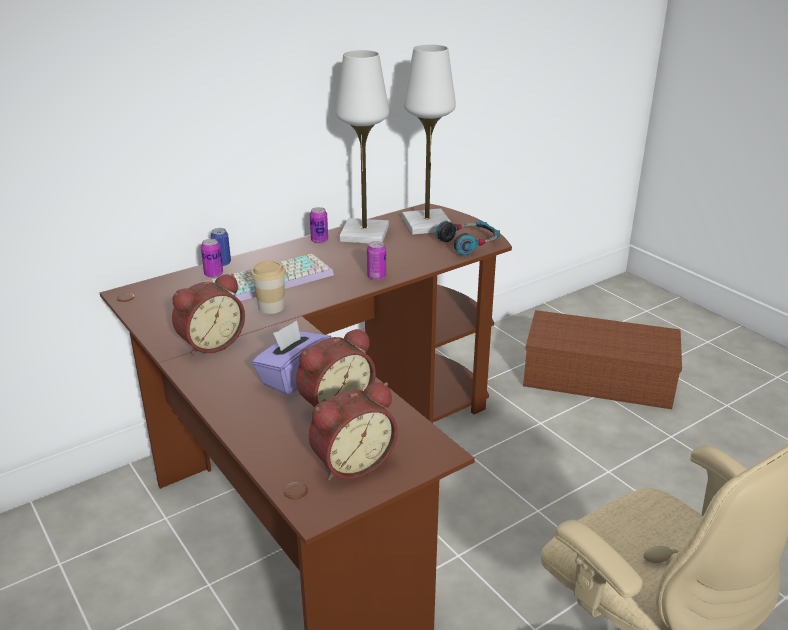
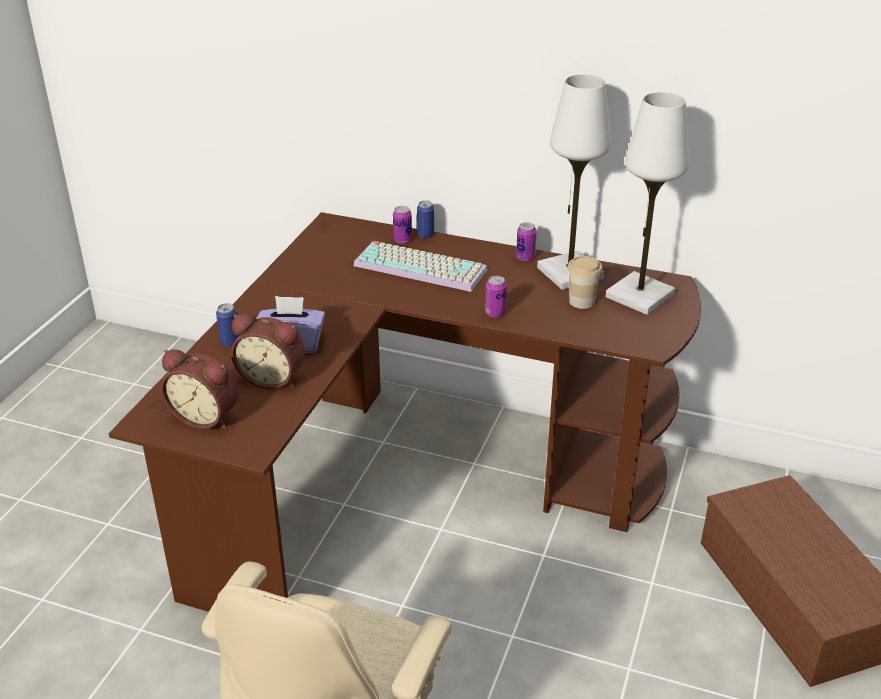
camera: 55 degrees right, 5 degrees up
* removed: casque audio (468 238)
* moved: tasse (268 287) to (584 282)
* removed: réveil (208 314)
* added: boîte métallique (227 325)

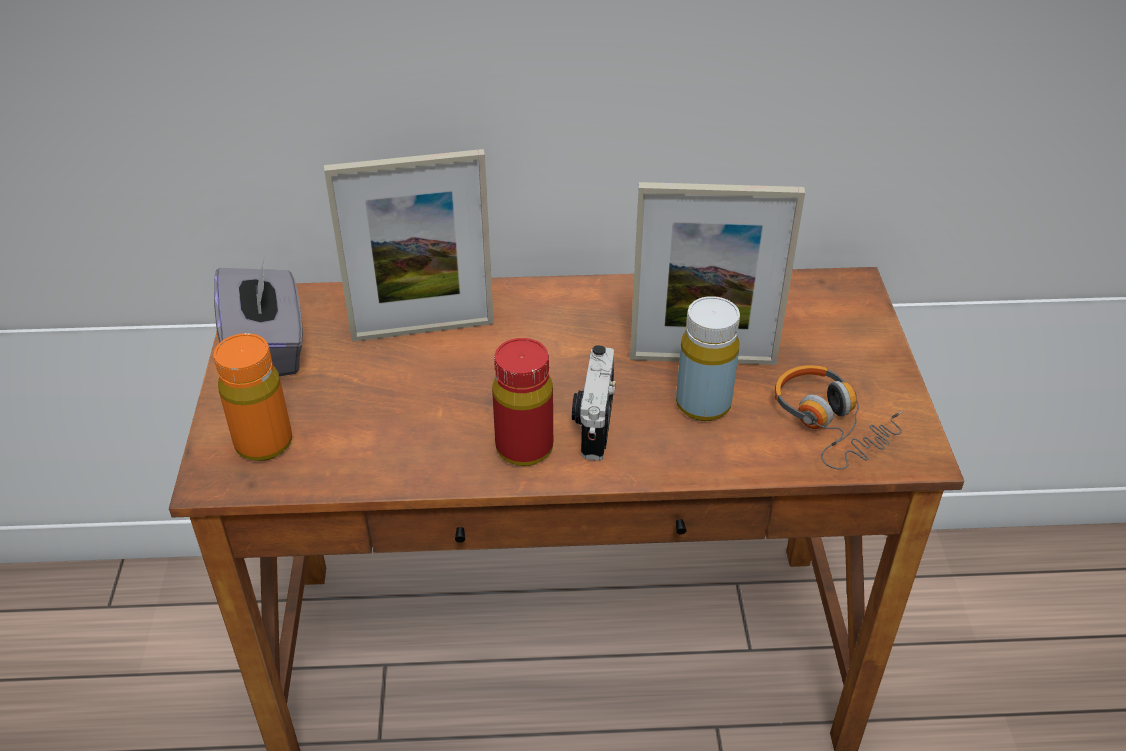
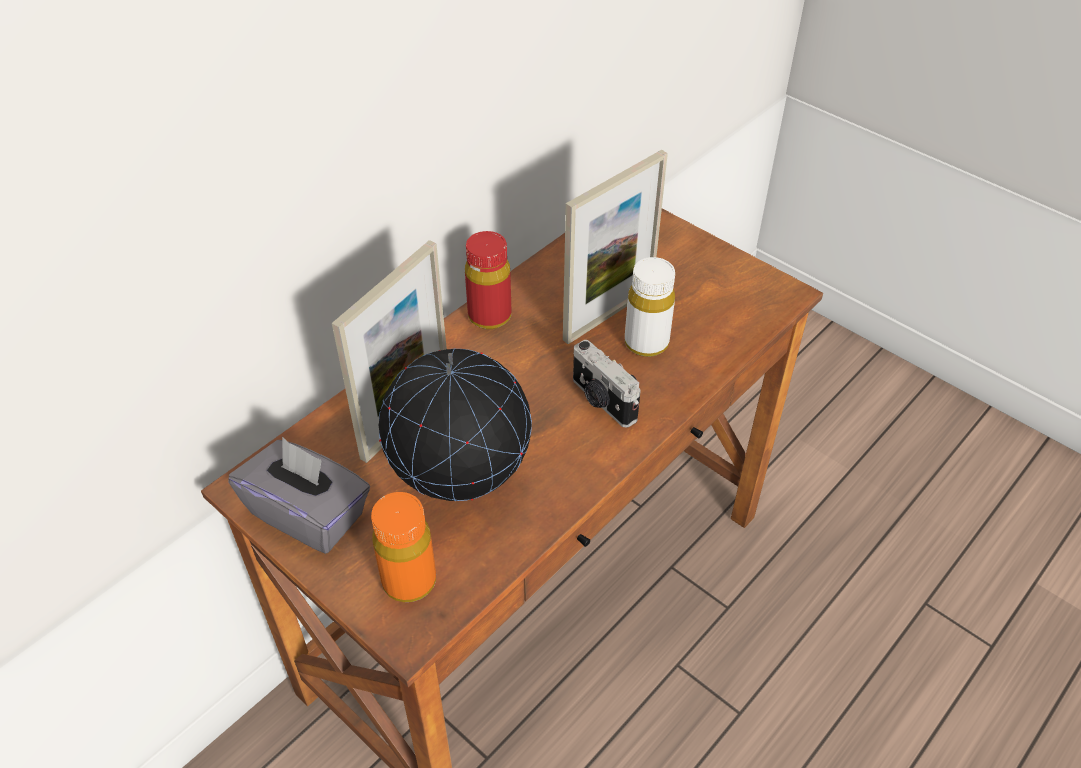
camera: 45 degrees left, 5 degrees up
* recoloured: bouteille [jaune] (708 358) to bouteille [blanc] (650 307)
* moved: bouteille [rouge] (522 402) to (488 280)
* removed: casque audio (838 417)
* added: globe (455 425)

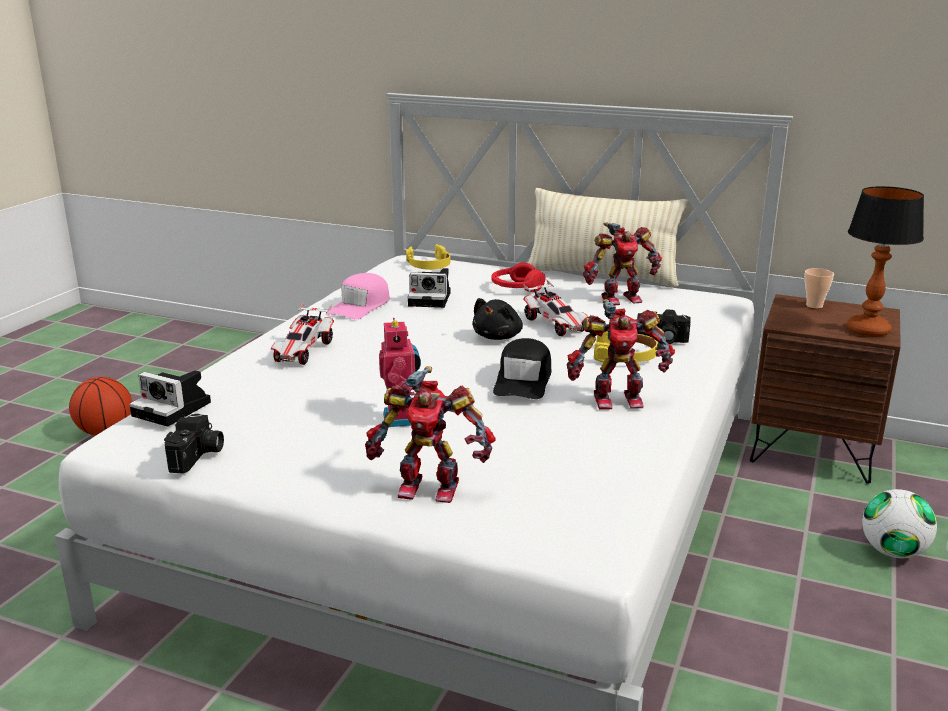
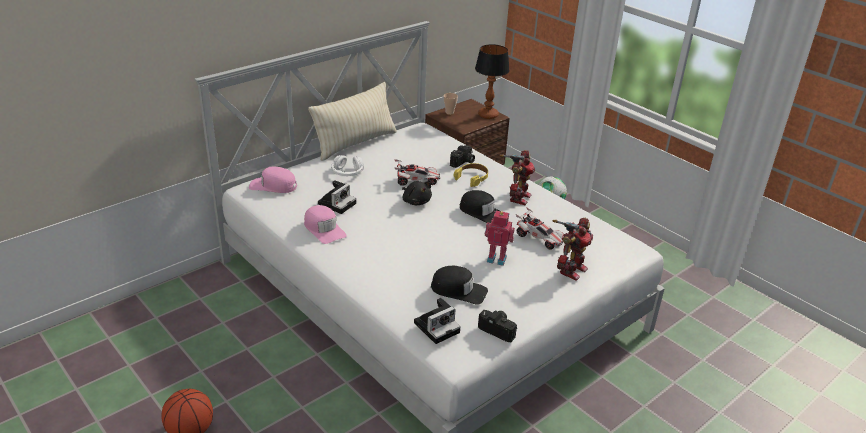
camera: 65 degrees left, 10 degrees up
* removed: robot jouet (622 263)
* replaced: casque audio [jaune] (428 257) to casquette [rose] (273 180)
* recoloured: casque audio [rouge] (518 277) to casque audio [blanc] (347 165)
* moved: petite voiture (302 333) to (540 228)
* added: casquette [noir] (459 285)

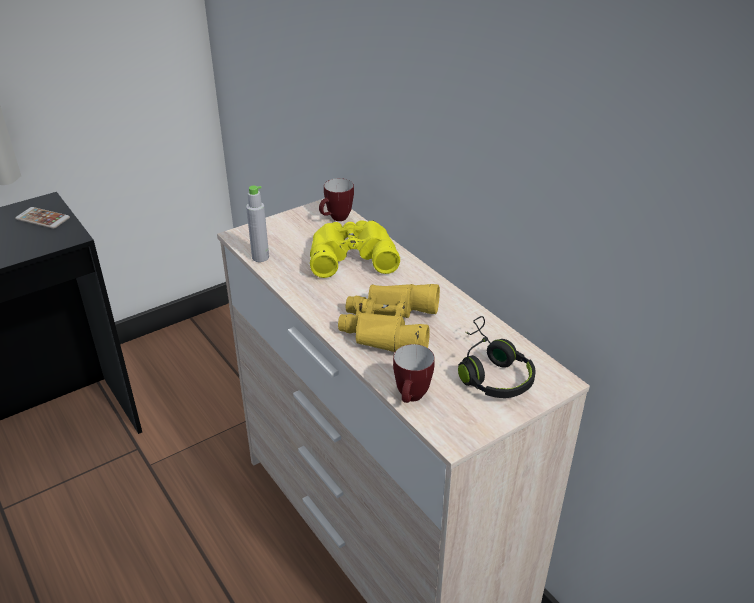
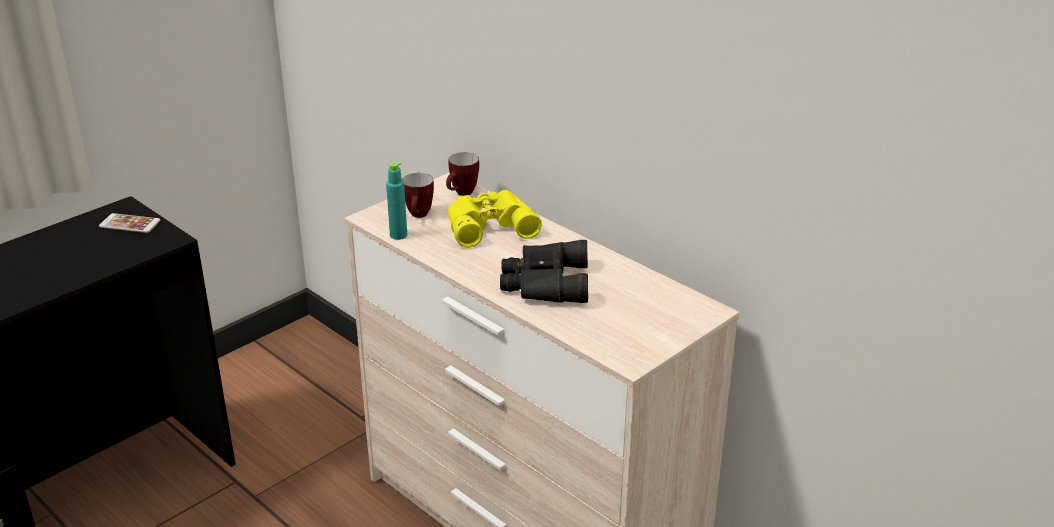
camera: 10 degrees left, 5 degrees down
* recoloured: bouteille [gris] (257 224) to bouteille [turquoise] (396 201)
* recoloured: jumelles [jaune] (389 318) to jumelles [noir] (544 271)
* removed: casque audio [noir] (497 357)
* moved: mug (414 373) to (418 195)

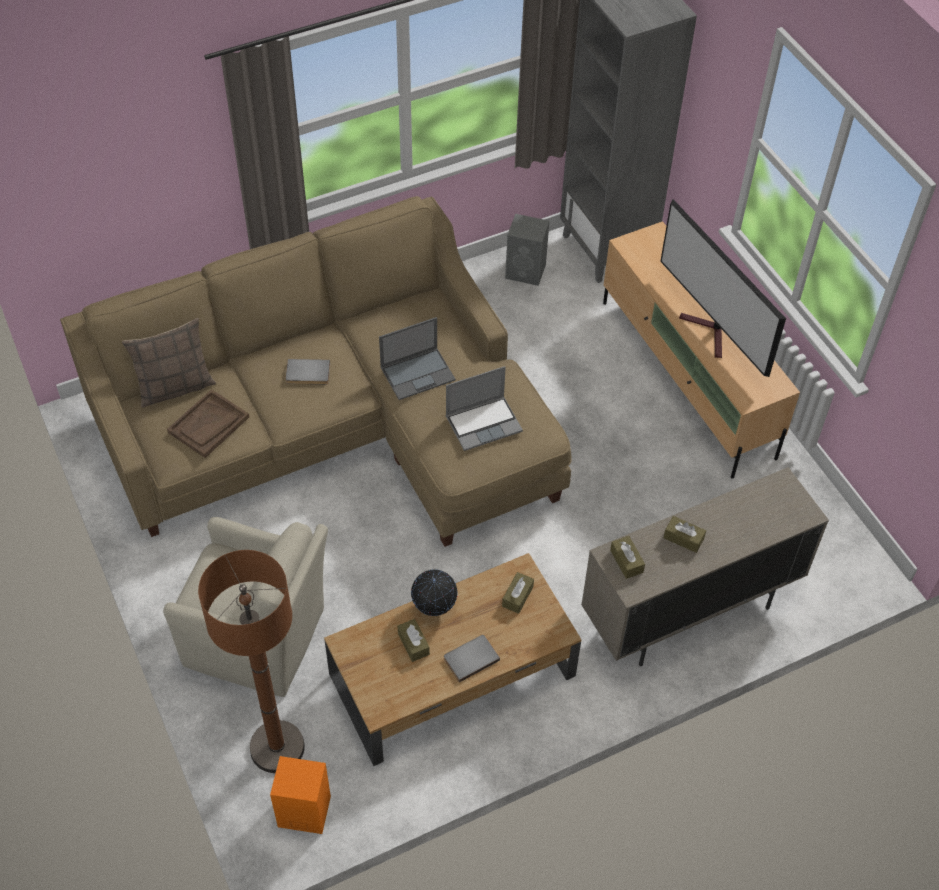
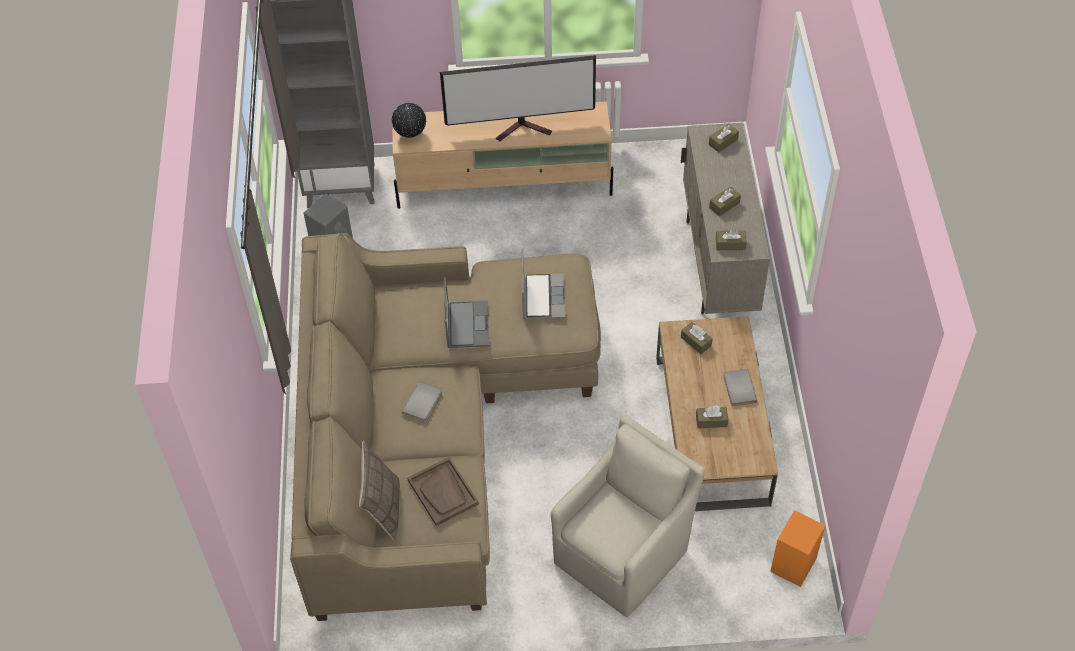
camera: 65 degrees left, 0 degrees up
* removed: lampadaire [marron] (251 661)
* moved: globe (434 592) to (409 120)
* added: boîte à mouchoirs [marron] (724 138)

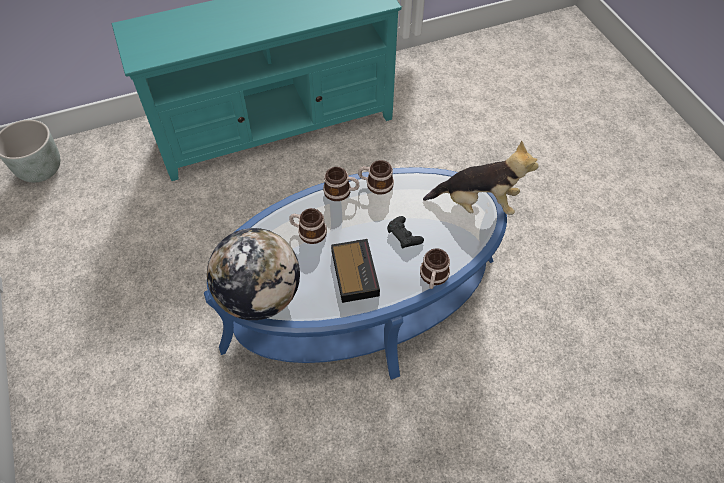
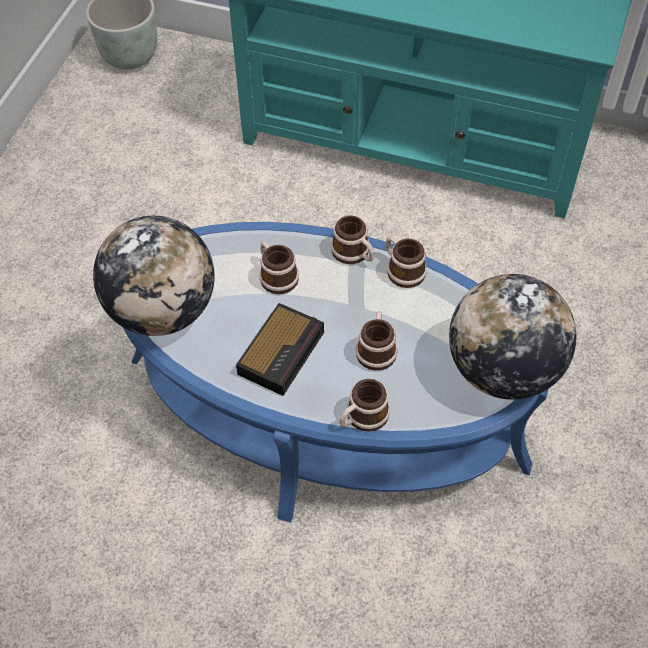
camera: 40 degrees right, 0 degrees up
* replaced: peluche (480 178) to globe (512 337)
* replaced: manette [noir] (405 232) to mug (377 341)

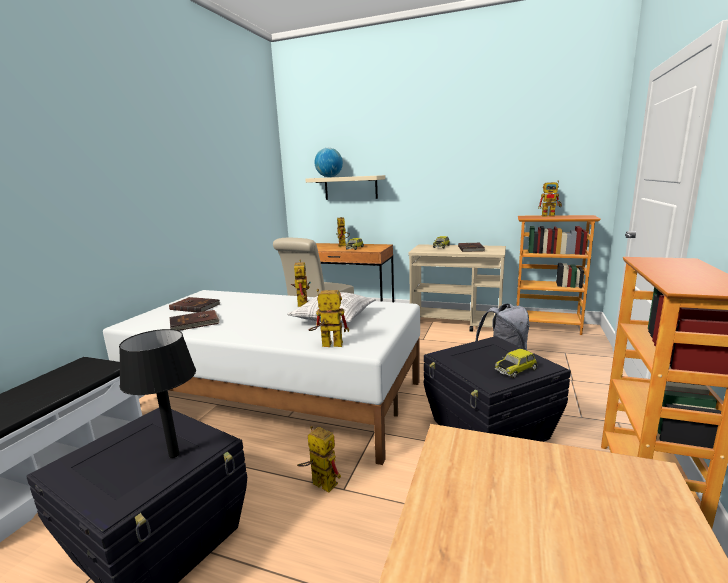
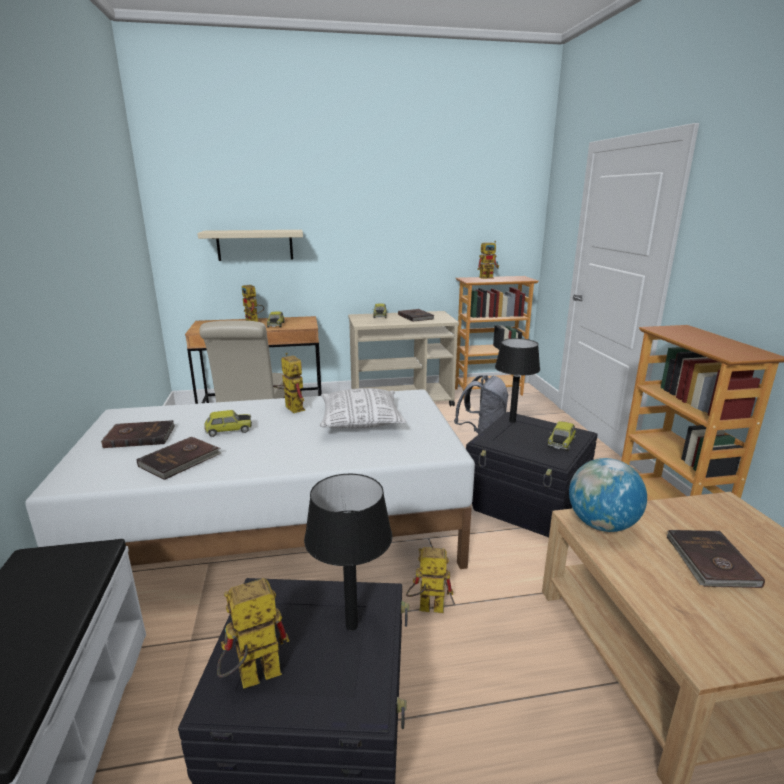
camera: 30 degrees left, 5 degrees up
* moved: globe (329 162) to (608 495)
* moved: robot jouet (329 318) to (253 633)
* added: lampe de table [noir] (517 380)
* added: petite voiture (228 423)
* added: livre [marron] (715 559)

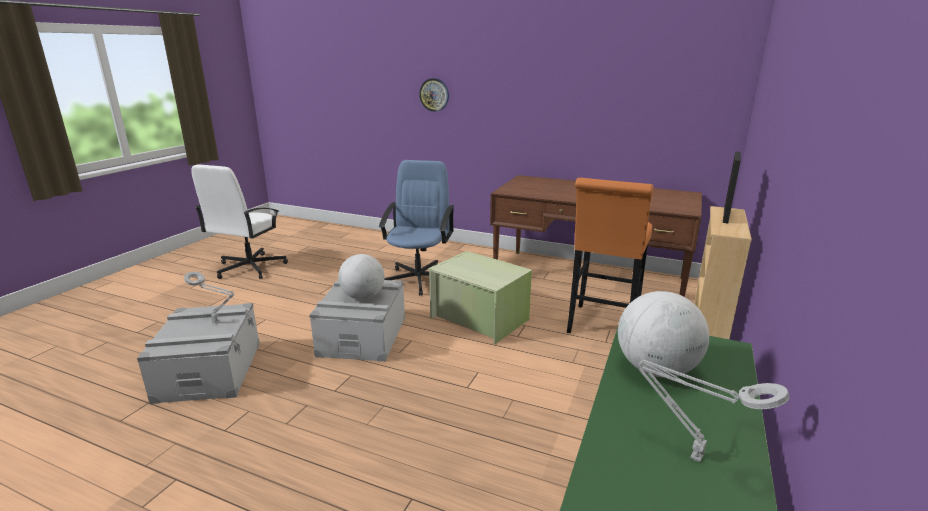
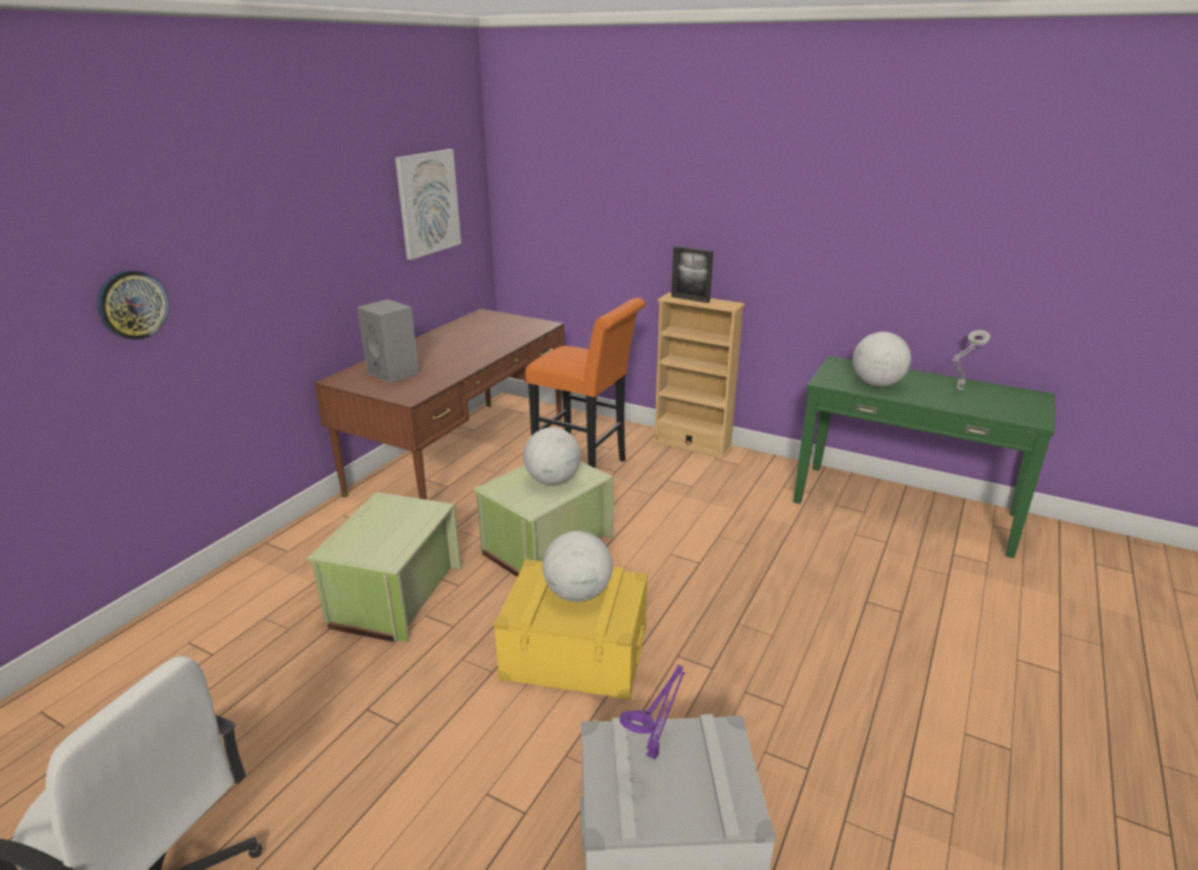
camera: 85 degrees left, 5 degrees up
* replaced: chaise de bureau [bleu] (416 228) to boîte de rangement [vert] (384 567)
* recoloured: lampe de table [gris] (209 297) to lampe de table [violet] (652 712)
* recoloured: boîte de rangement [gris] (357 321) to boîte de rangement [jaune] (571 629)
* added: tableau (428 204)
* added: enceinte [gris] (388 341)
* added: globe (552 456)

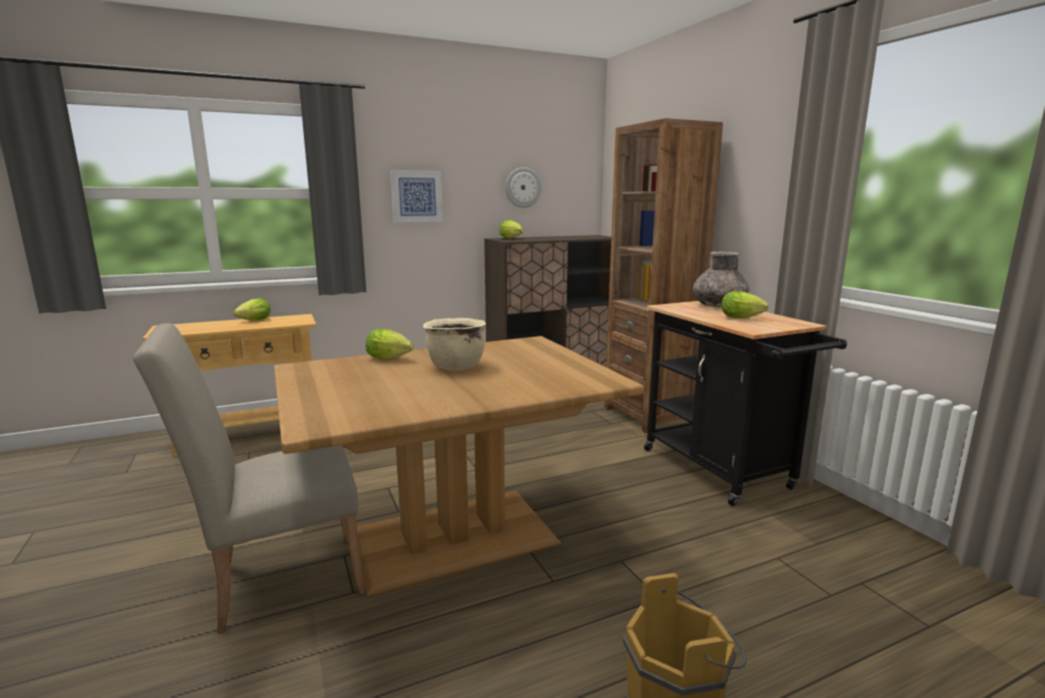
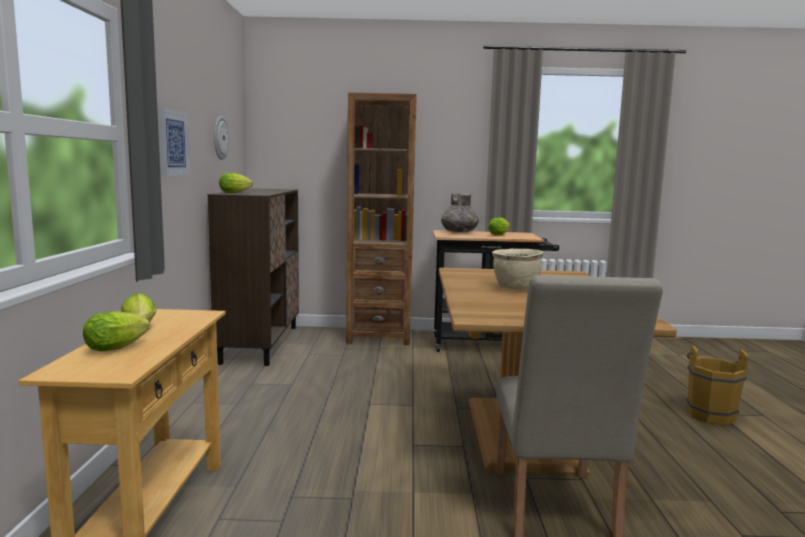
camera: 65 degrees left, 5 degrees down
* moved: laitue (390 344) to (116 331)

